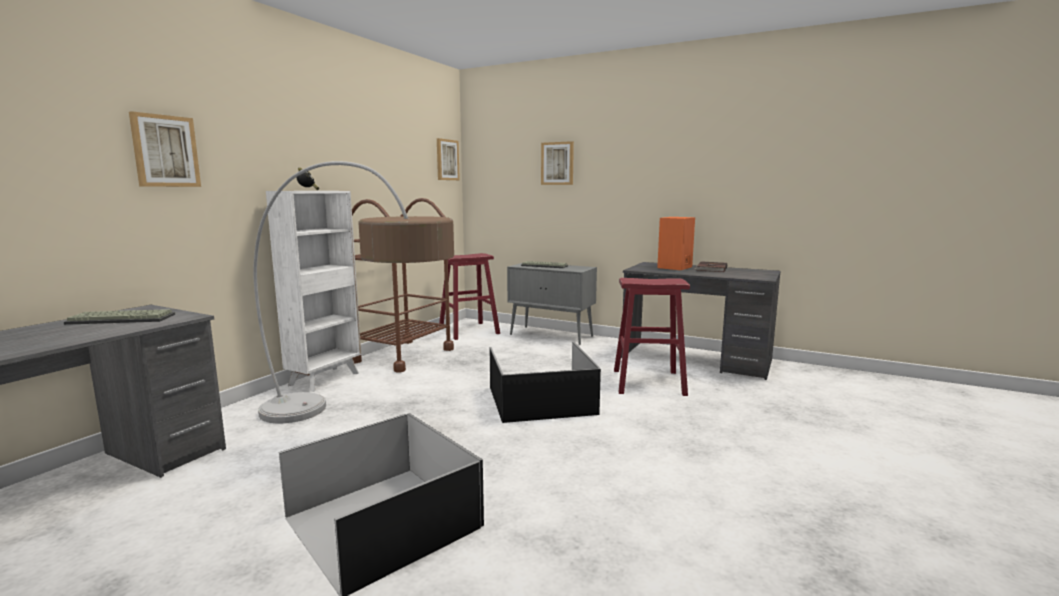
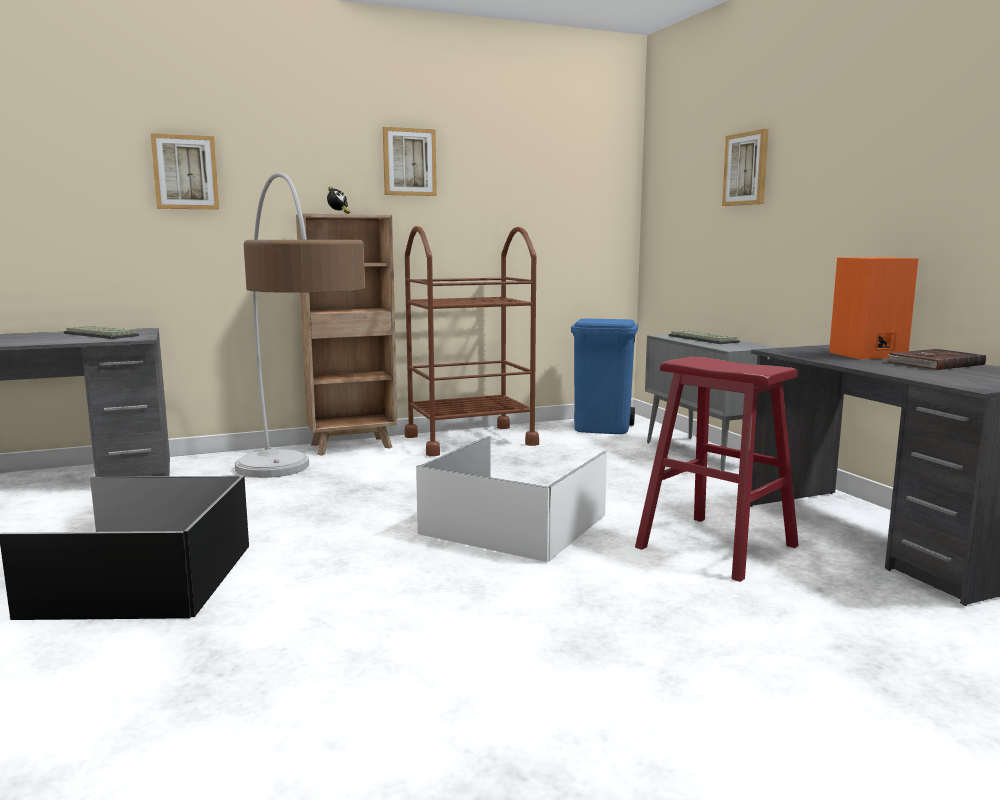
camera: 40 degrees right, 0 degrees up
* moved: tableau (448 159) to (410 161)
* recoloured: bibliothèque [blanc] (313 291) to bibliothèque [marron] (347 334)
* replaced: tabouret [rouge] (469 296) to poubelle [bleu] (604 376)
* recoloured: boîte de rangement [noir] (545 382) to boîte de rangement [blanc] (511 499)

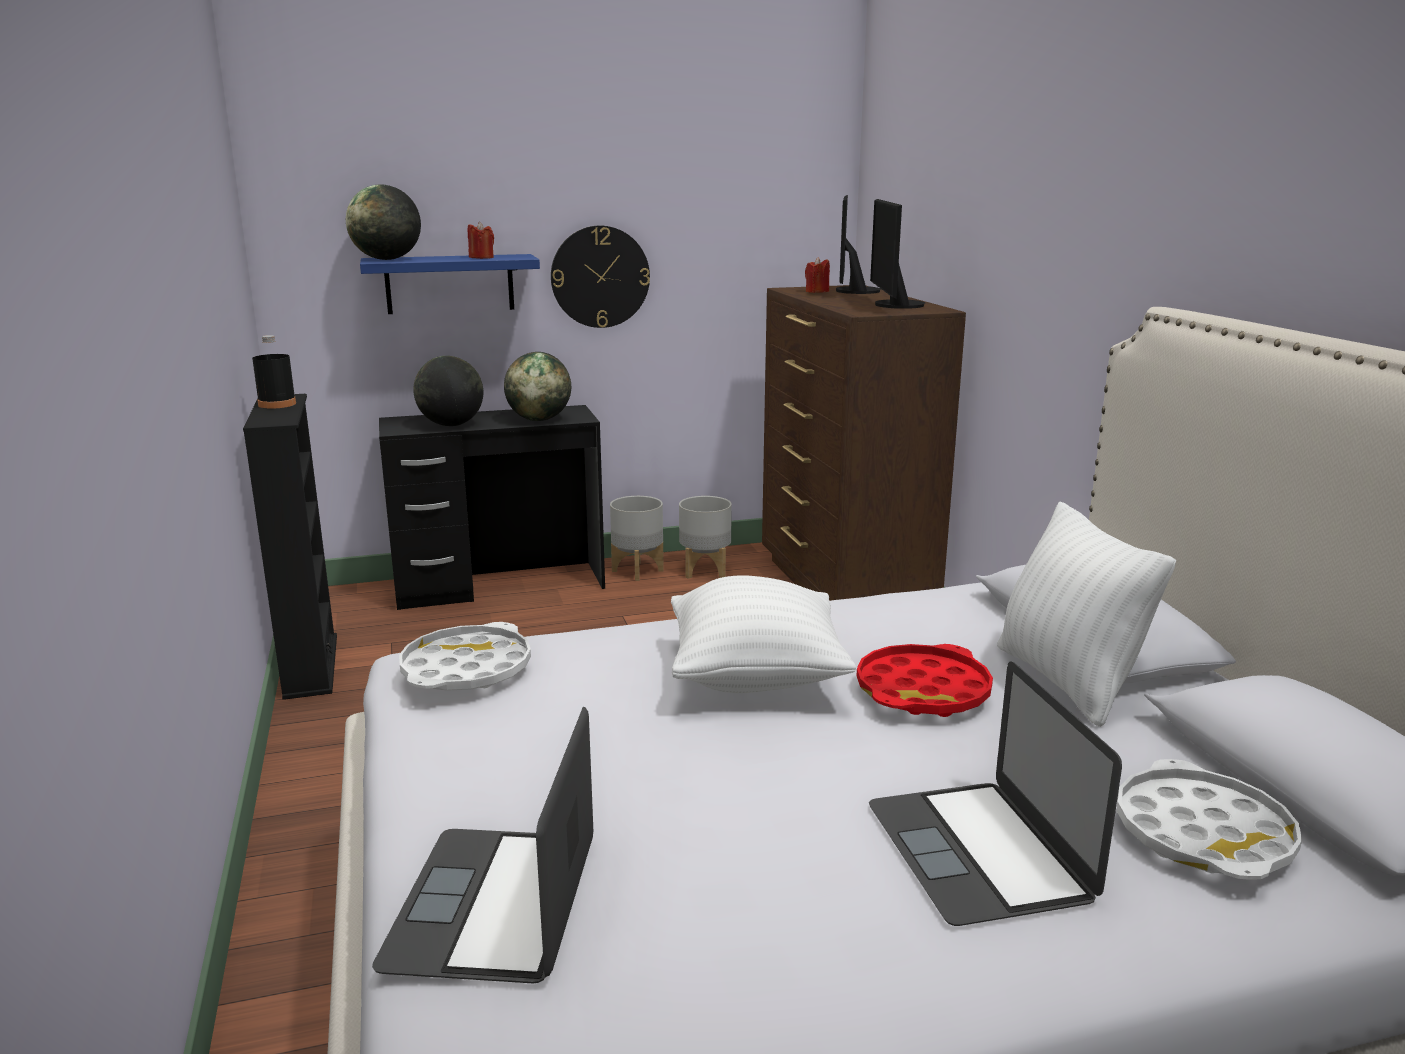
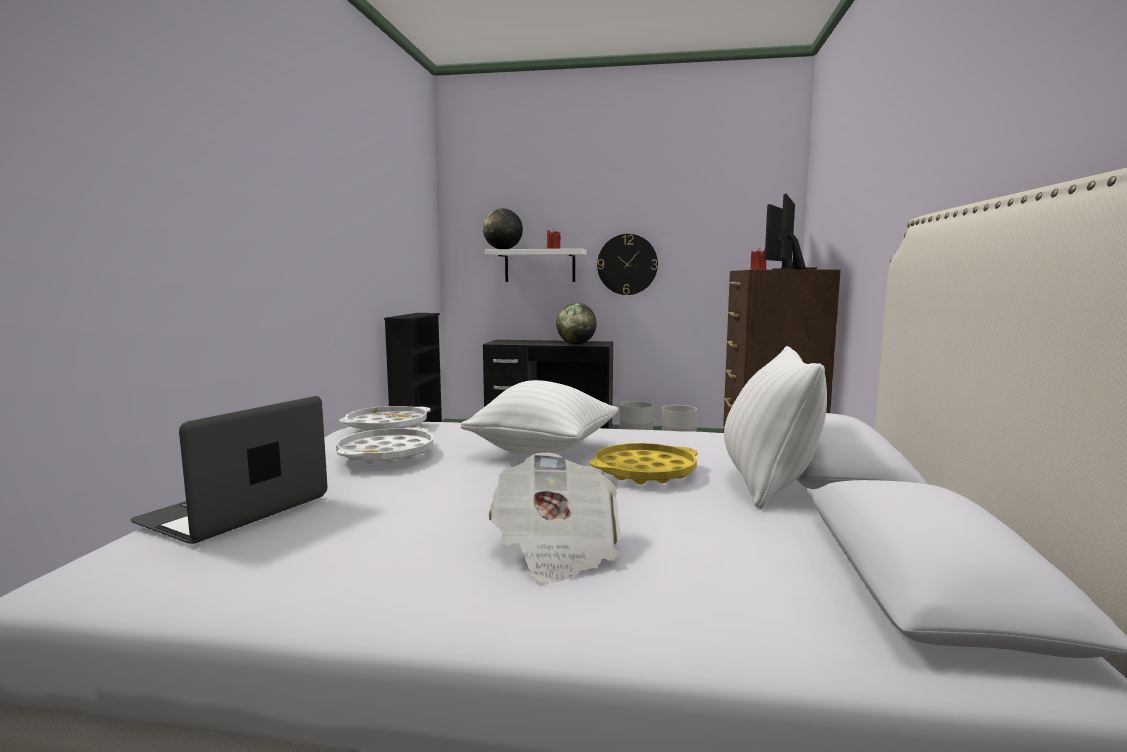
camera: 25 degrees right, 10 degrees down
* recoloured: étagère [bleu] (450 284) to étagère [blanc] (536 265)
* removed: bouteille [noir] (274 372)
* removed: globe (448 391)
* recoloured: plateau [rouge] (925 680) to plateau [jaune] (644 463)
* replaced: ordinateur portable (995 793) to journal (554 518)
* moved: plateau [blanc] (1209 819) to (384 445)

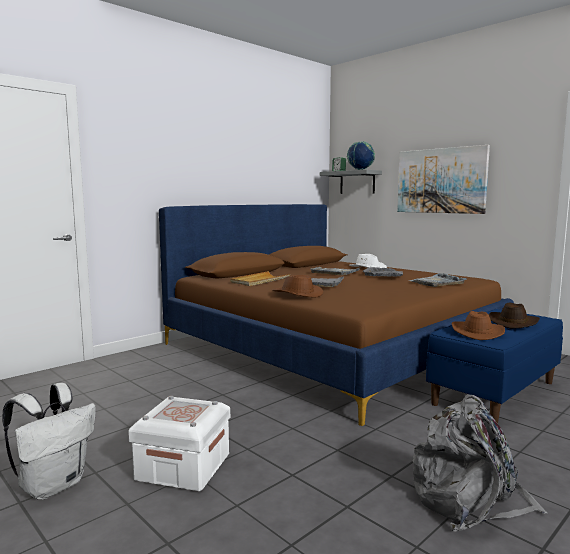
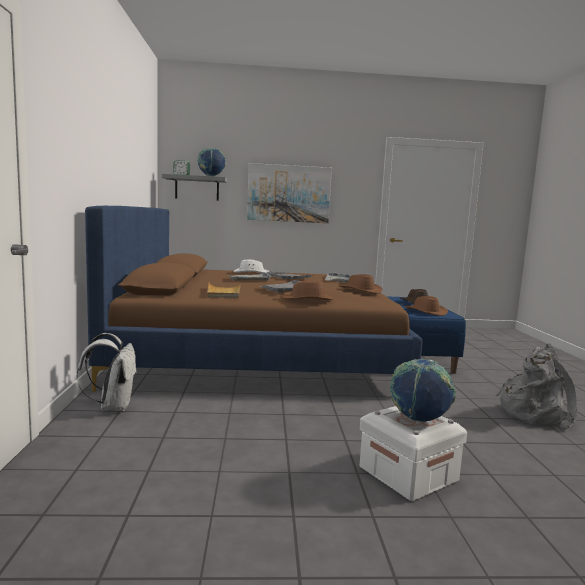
camera: 50 degrees left, 0 degrees up
* moved: sac à dos [blanc] (49 441) to (106 372)
* added: chapeau [marron] (361 284)
* added: globe (423 391)

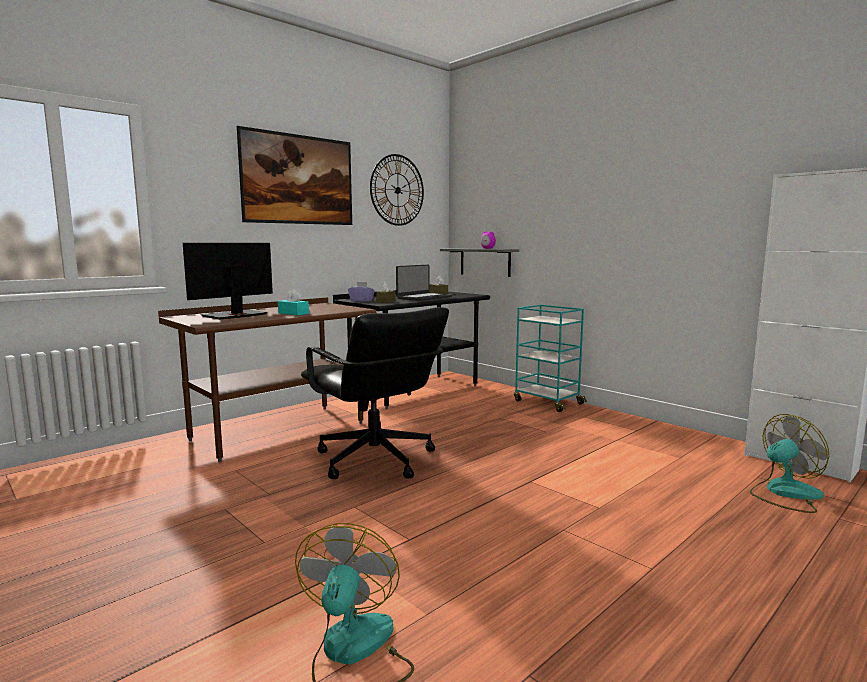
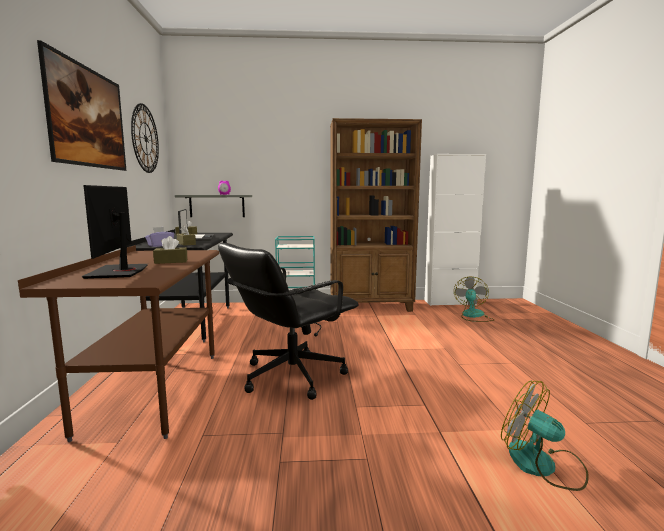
camera: 50 degrees left, 0 degrees up
* recoloured: boîte à mouchoirs [turquoise] (293 302) to boîte à mouchoirs [marron] (170 250)
* turned: chaise de bureau [noir] (375 393) = (288 321) 135 degrees clockwise
* added: bibliothèque [marron] (376 215)

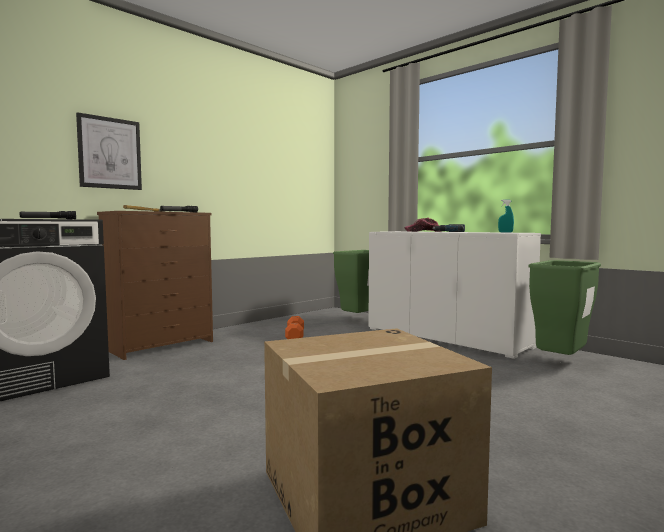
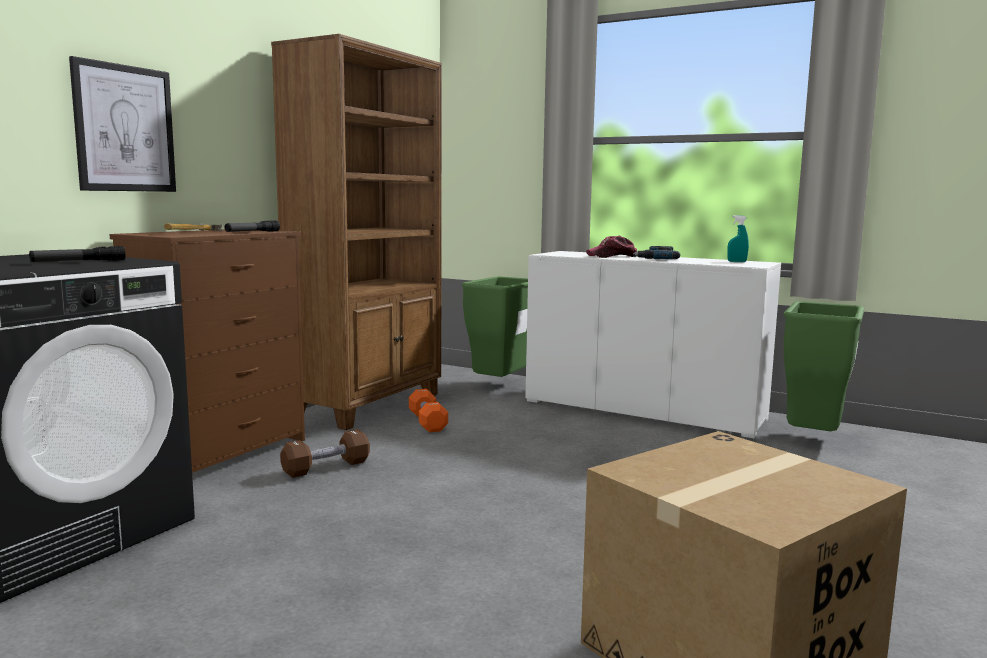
camera: 15 degrees left, 5 degrees up
* added: bibliothèque [marron] (356 232)
* added: haltère [marron] (325 453)

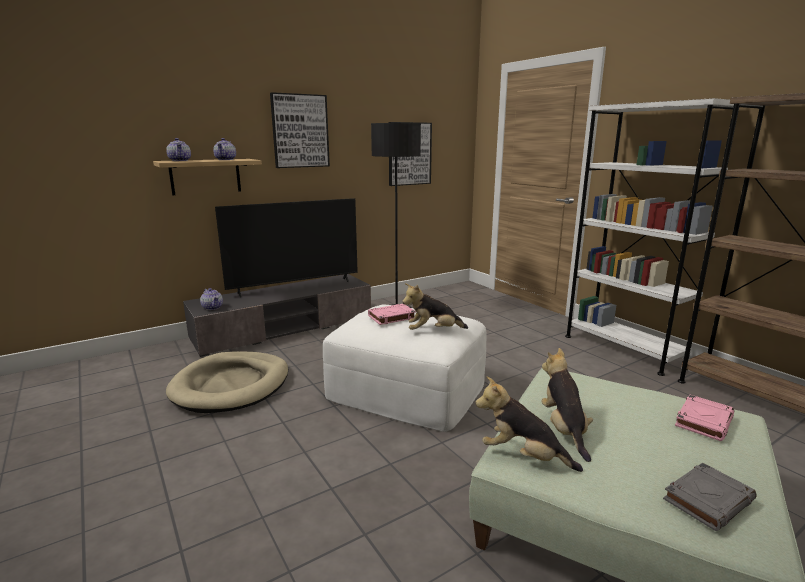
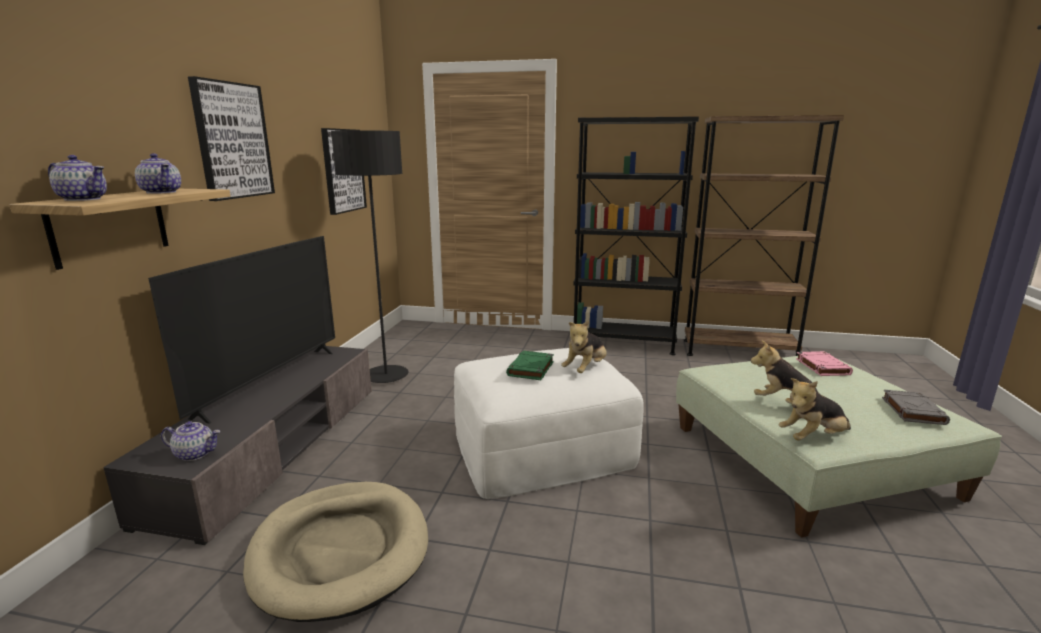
camera: 45 degrees left, 0 degrees up
* recoloured: bibliothèque [blanc] (652 237) to bibliothèque [noir] (636 235)
* recoloured: livre [rose] (392 314) to livre [vert] (530 365)

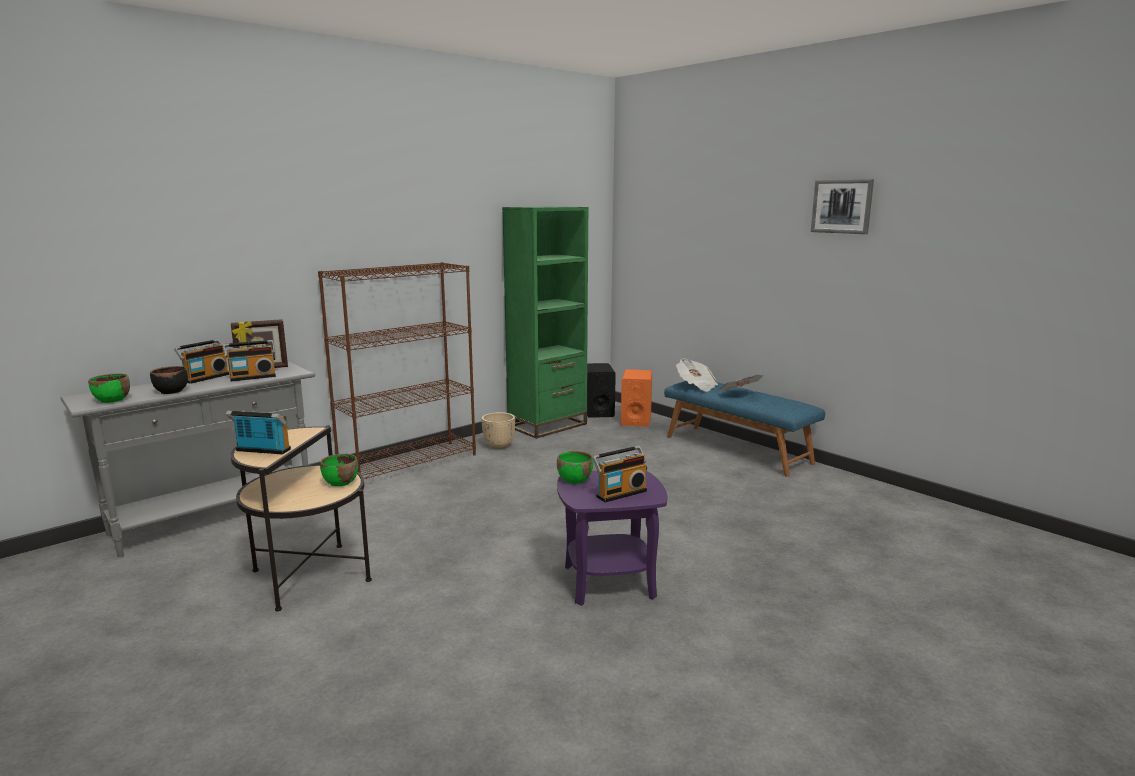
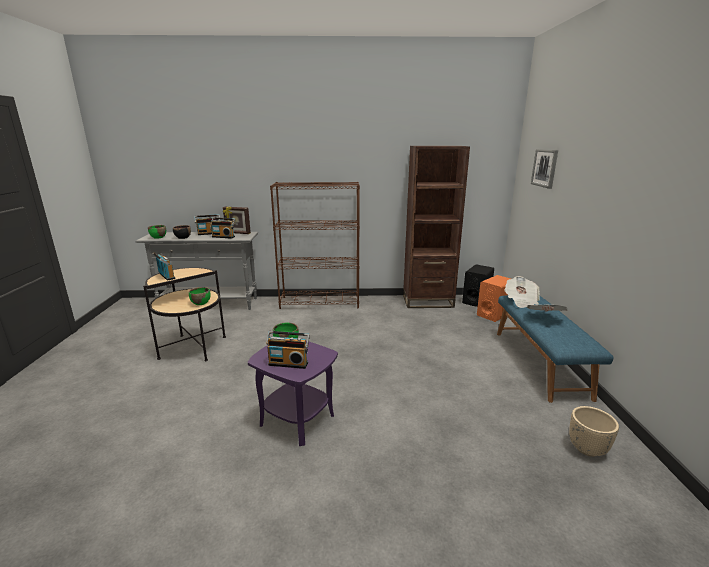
camera: 40 degrees right, 5 degrees up
* moved: tableau (842 206) to (544 169)
* recoloured: bibliothèque [vert] (545 322) to bibliothèque [marron] (436 227)
* moved: cache-pot [beige] (498 430) to (594 431)

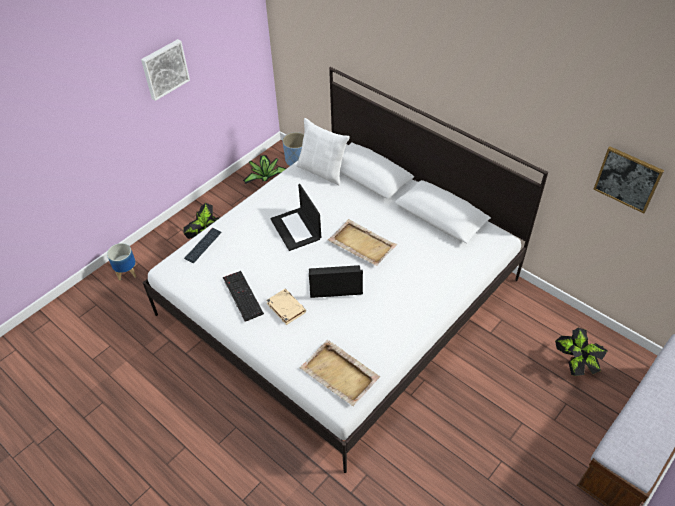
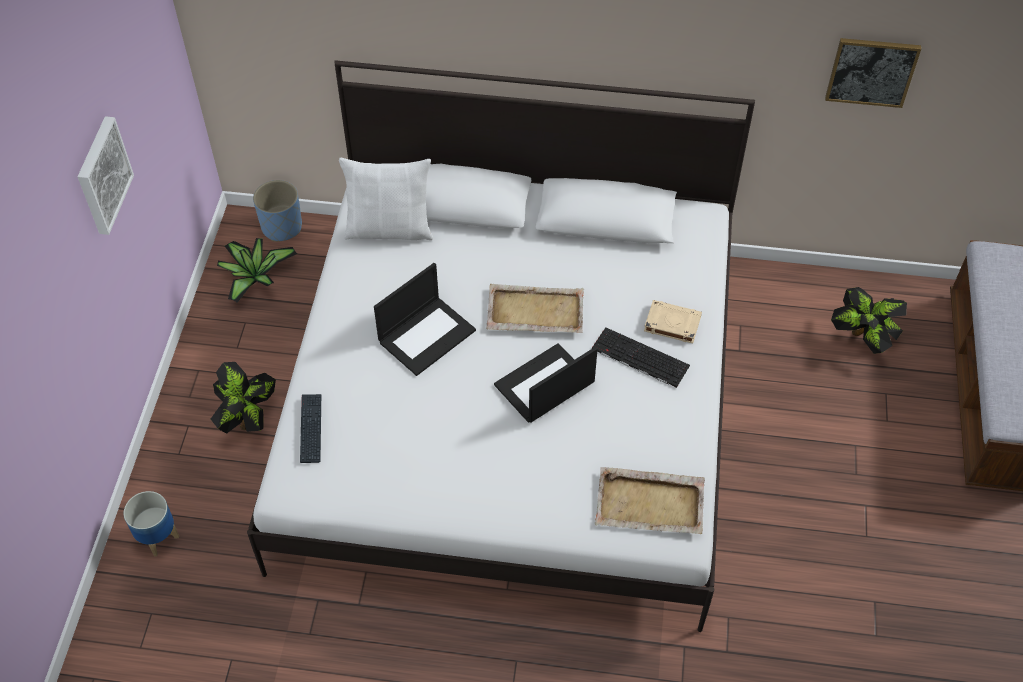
camera: 35 degrees left, 5 degrees up
* turned: ordinateur portable (295 217) = (425 319) 75 degrees counterclockwise
* moved: clavier (243 296) to (641 357)
* moved: livre [beige] (286 307) to (673 321)

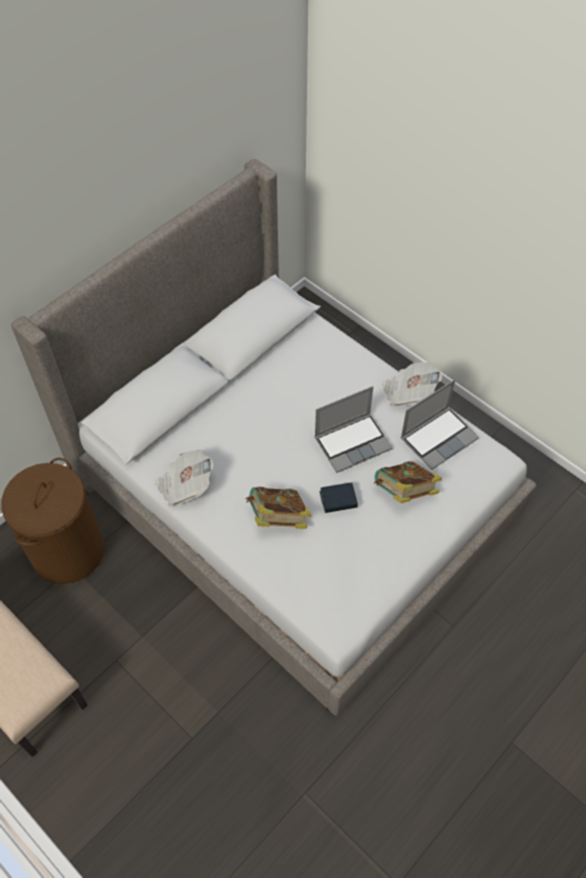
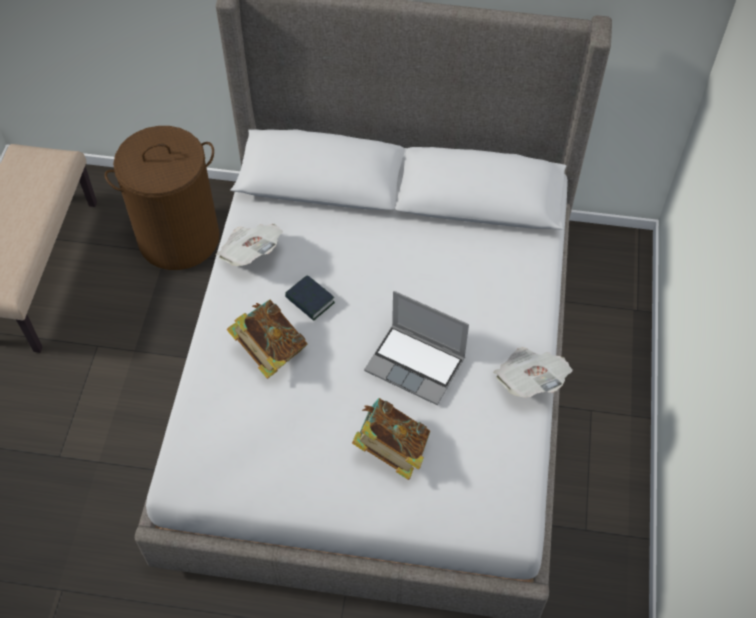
camera: 55 degrees right, 0 degrees up
* removed: ordinateur portable (440 424)
* moved: livre (339 497) to (310 298)

